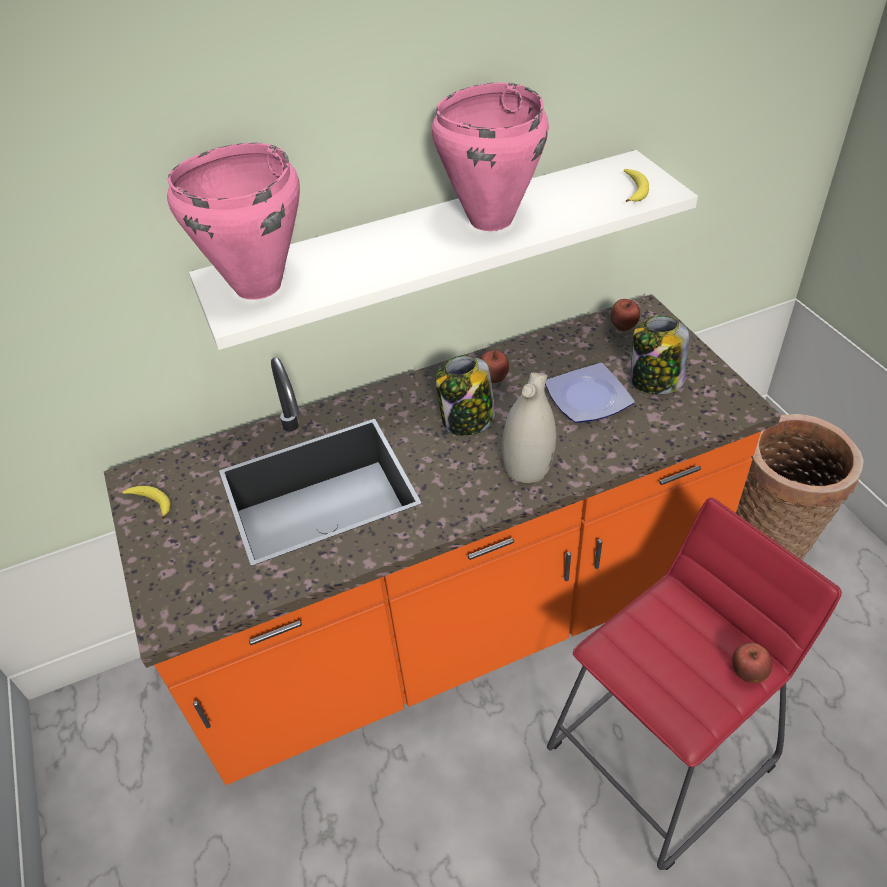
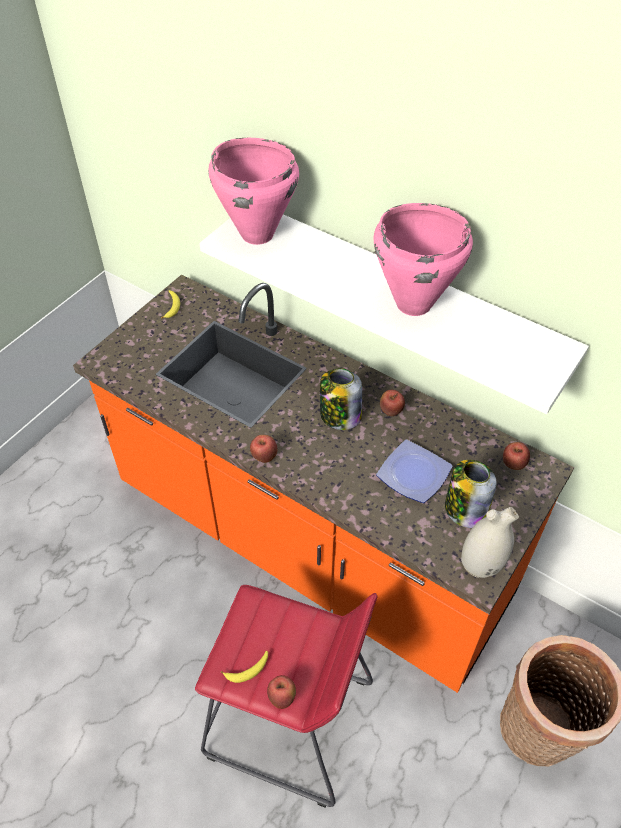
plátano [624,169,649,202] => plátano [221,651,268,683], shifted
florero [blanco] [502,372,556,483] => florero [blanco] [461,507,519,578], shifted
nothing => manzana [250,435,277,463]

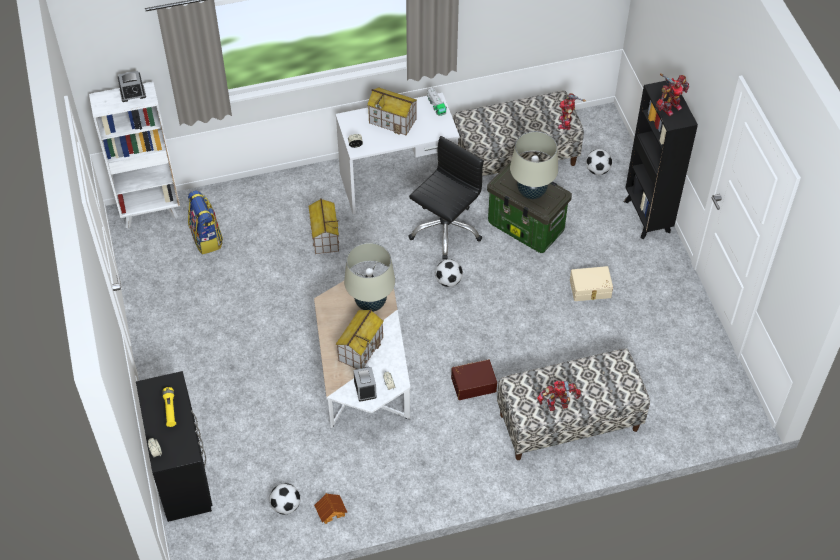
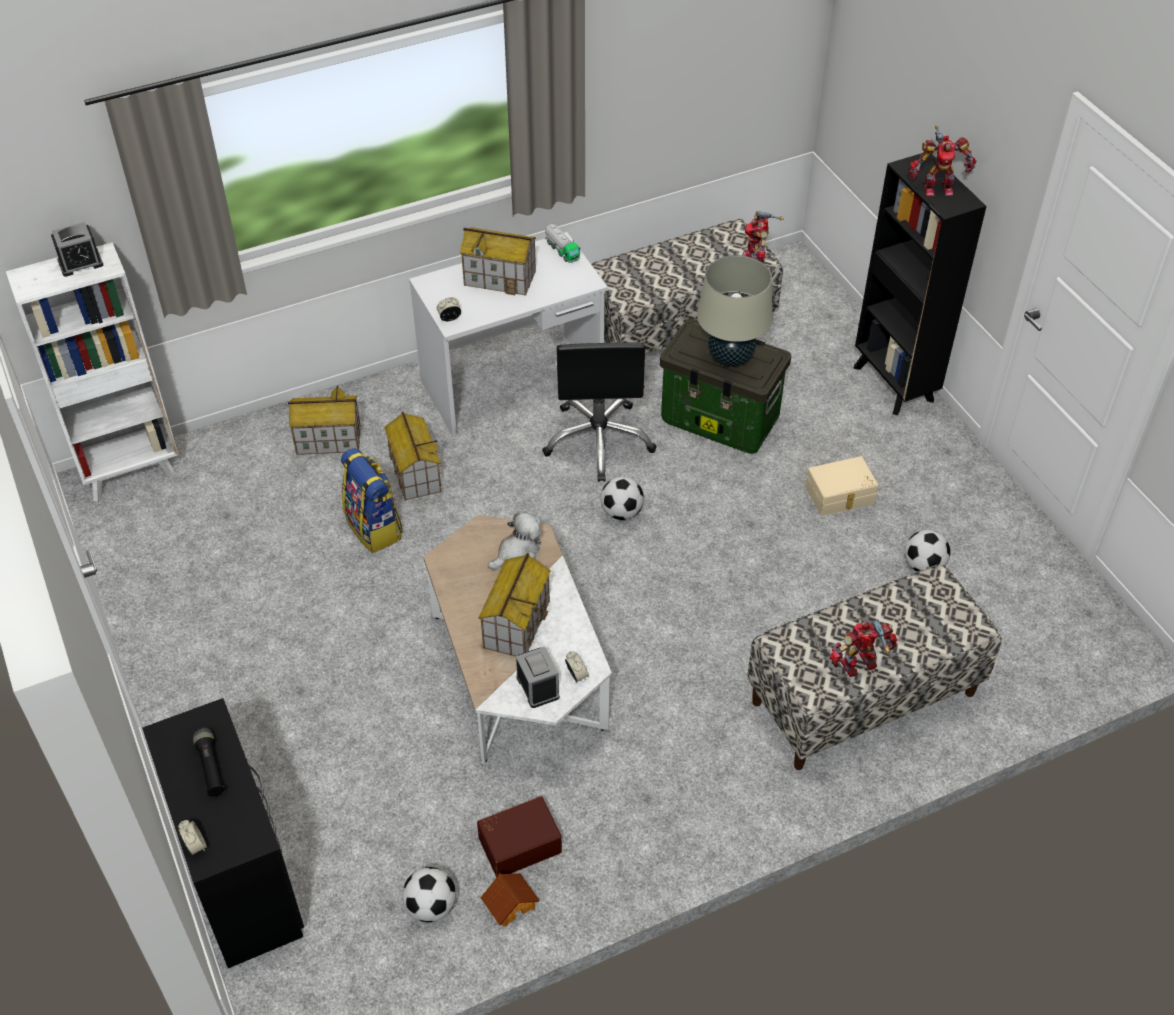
robot de juguete [656,73,689,116] => robot de juguete [909,125,976,197], 45 degrees clockwise
silla de oficina [negro] [408,136,484,260] => silla de oficina [negro] [542,342,657,482], 150 degrees clockwise
balón de fútbol [586,149,612,175] => balón de fútbol [905,530,950,572], shifted
mochila [188,190,223,255] => mochila [341,448,402,553], shifted
lámpara de mesa [beis] [344,242,395,312] => peluche [488,511,542,570]
caja de almacenaje [marrón] [451,359,497,400] => caja de almacenaje [marrón] [477,796,562,878], shifted
linterna [amarillo] [162,387,176,427] => linterna [negro] [193,727,226,797]
nothing => casita [288,385,361,455]

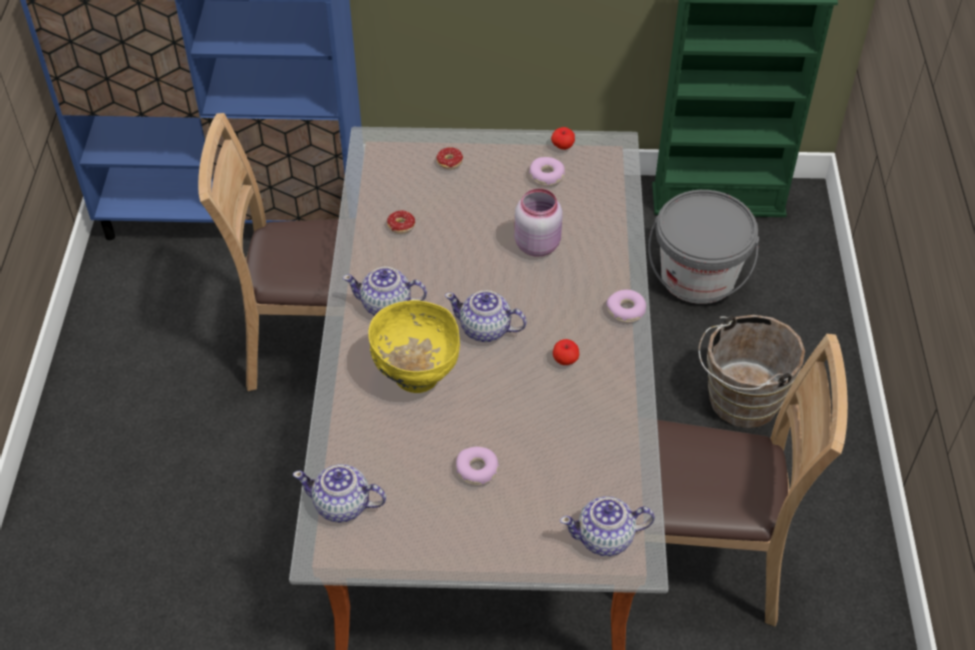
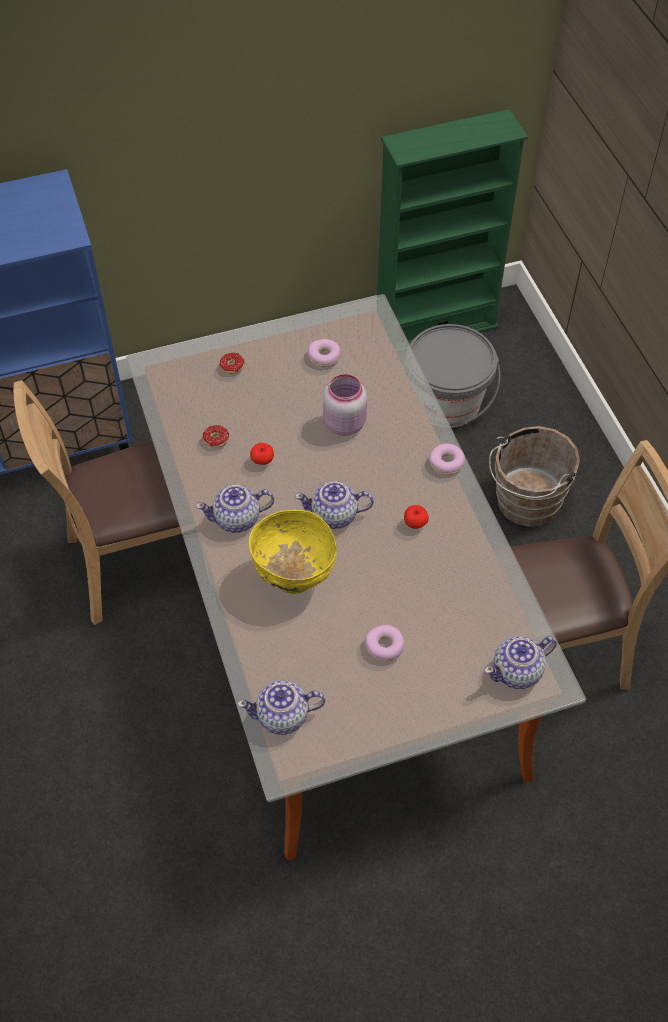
manzana [551,127,575,150] => manzana [250,443,274,465], shifted

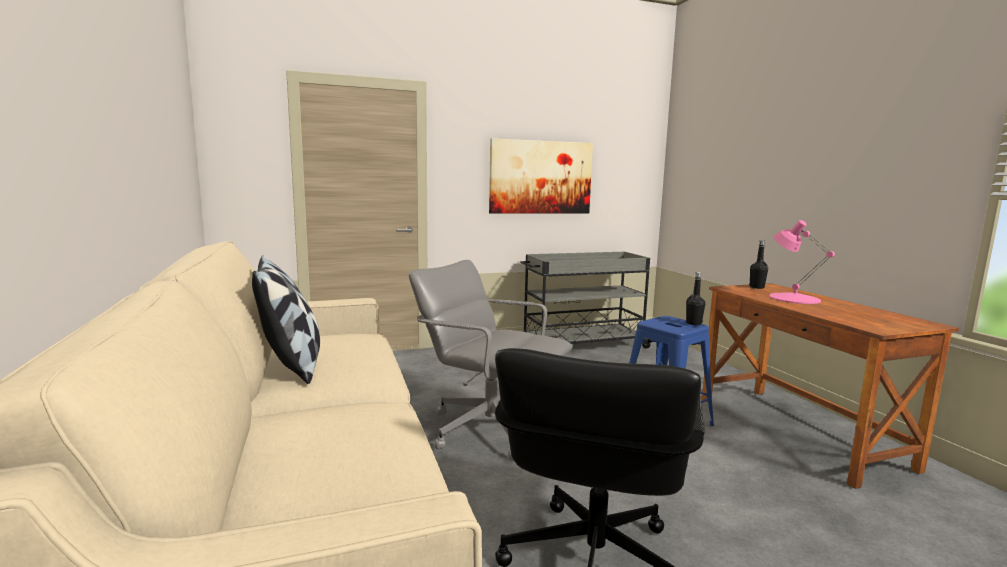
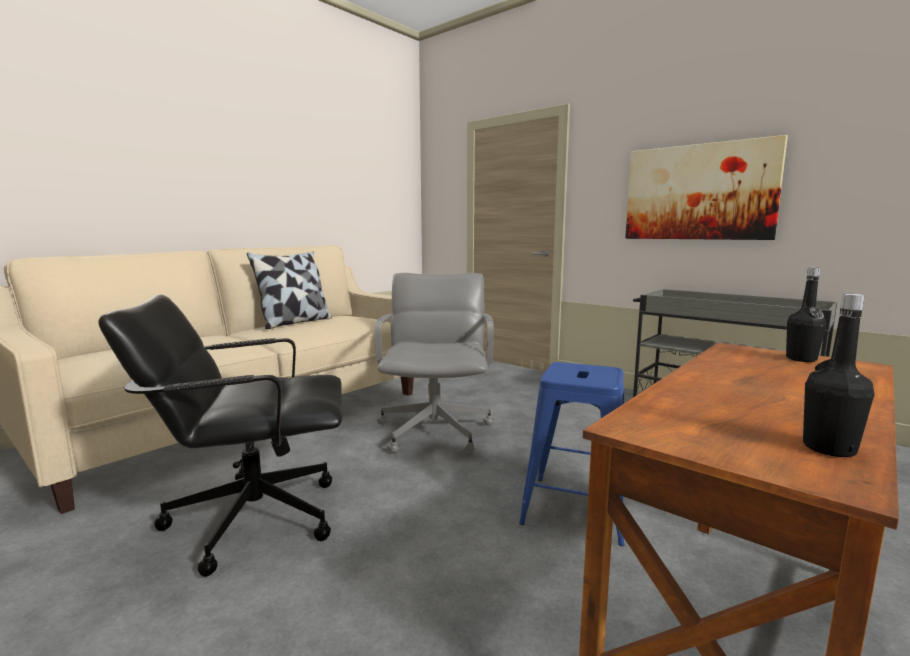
lámpara de mesa [rosa] [769,220,835,304] => nothing
botella [negro] [686,272,705,325] => botella [negro] [803,294,875,457], shifted

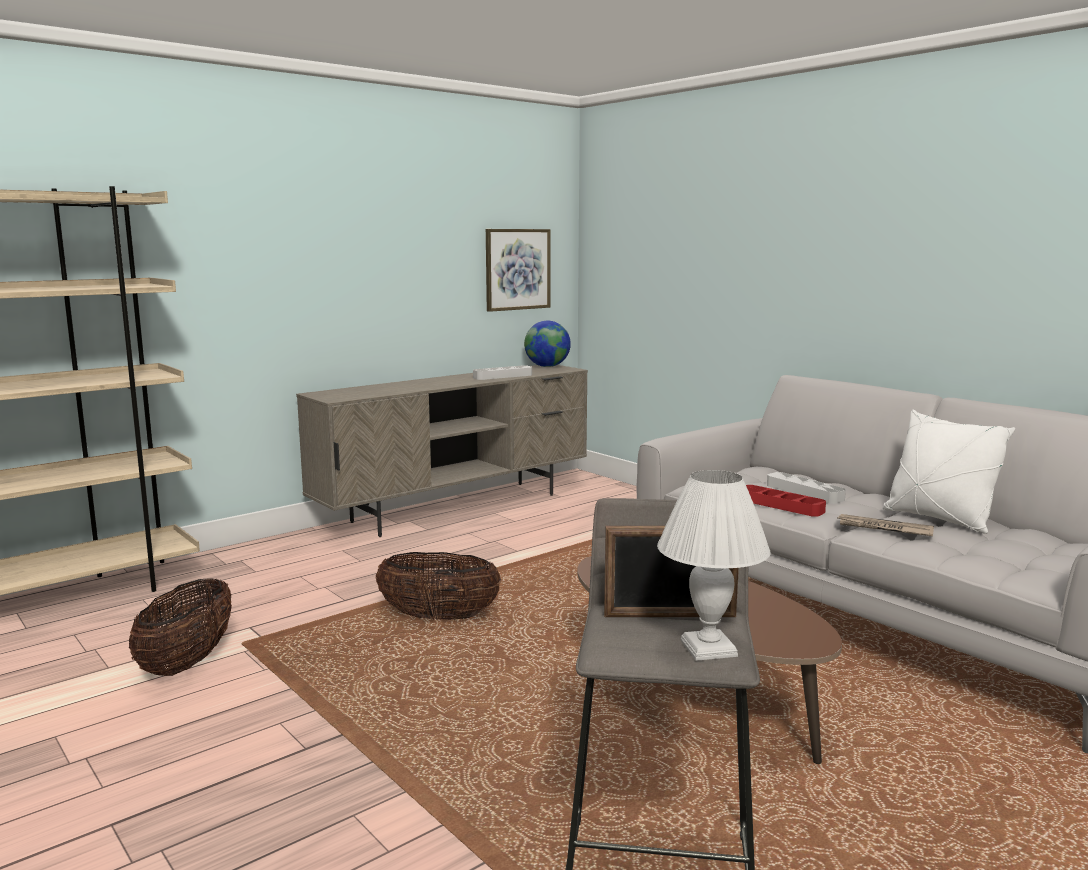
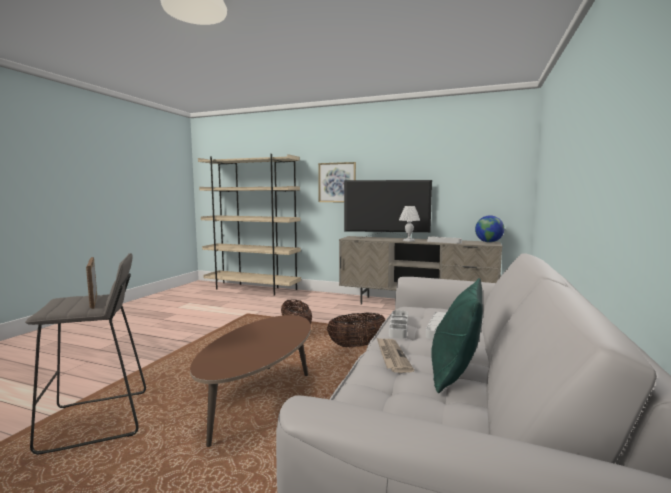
cuadro [486,229,551,312] => cuadro [318,162,356,202], shifted
cojín [blanco] [883,410,1015,534] => cojín [verde] [431,278,483,393]
lámpara de mesa [blanco] [657,470,770,661] => lámpara de mesa [blanco] [399,206,420,242], shifted
bandeja [rojo] [746,485,826,517] => bandeja [gris] [389,310,408,339]
cesta [129,578,232,676] => cesta [327,312,385,348], shifted
nothing => televisor [344,180,432,238]

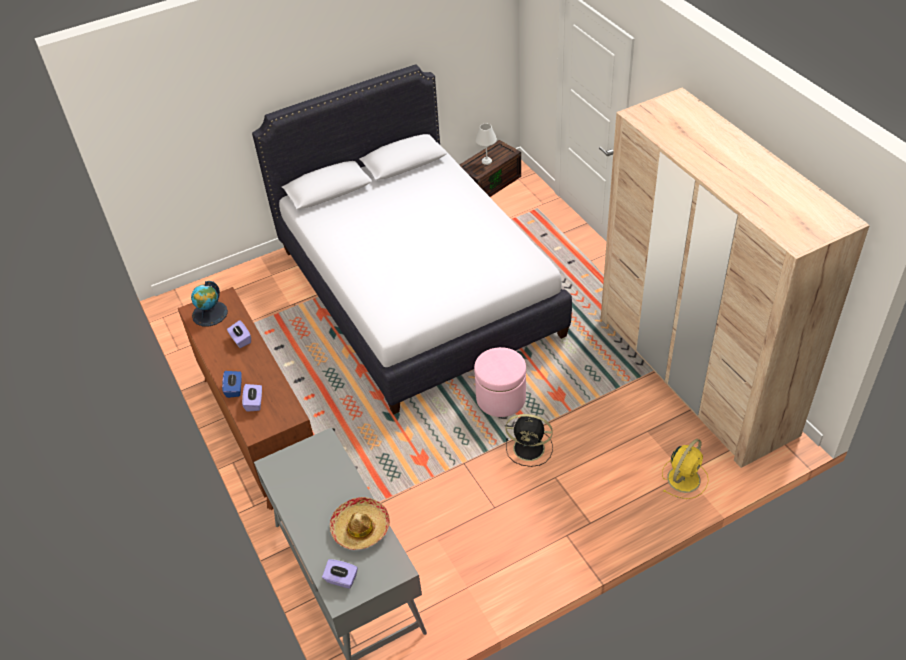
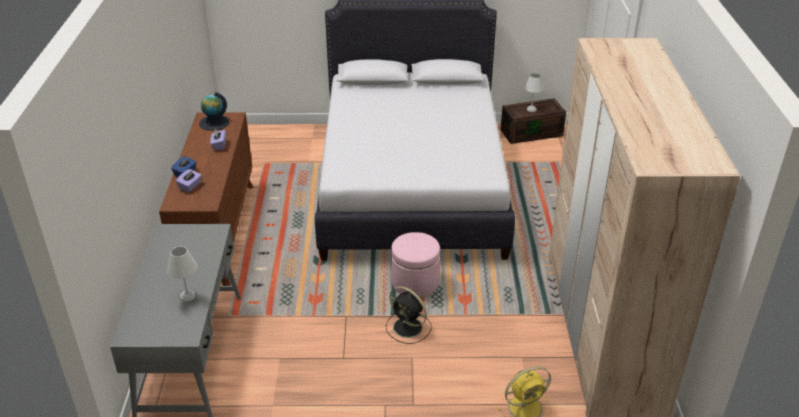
sombrero [330,497,390,550] => lámpara de mesa [blanco] [167,246,198,302]
caja de pañuelos [morado] [322,559,358,589] => nothing

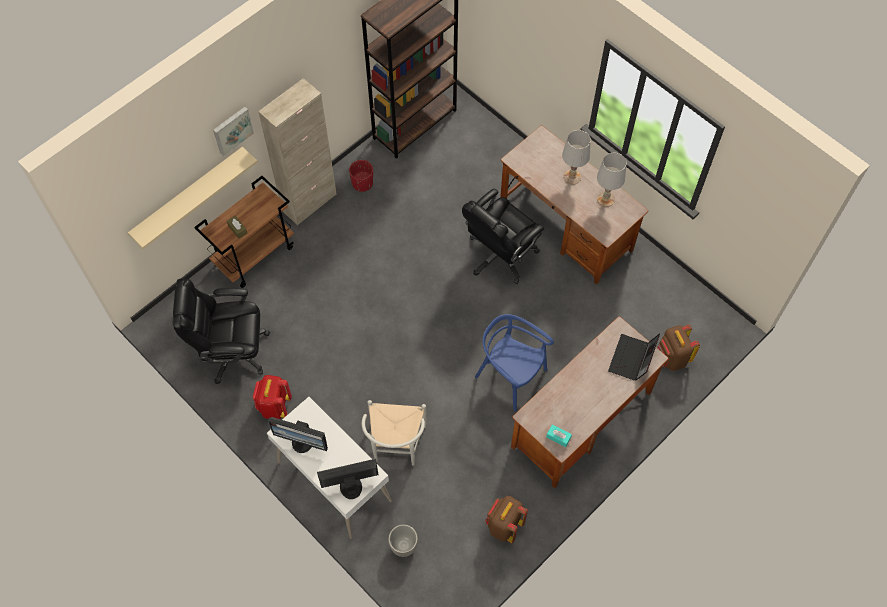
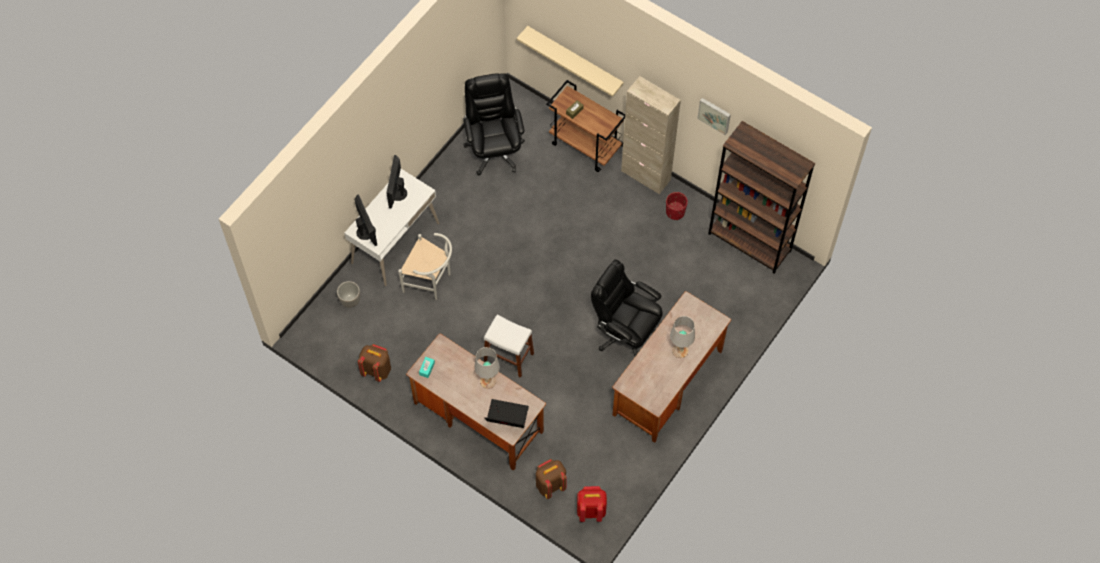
cuadro [213,107,254,156] => cuadro [697,98,731,135], shifted
lámpara de mesa [blanco] [597,153,627,207] => lámpara de mesa [blanco] [474,347,500,389], shifted
silla [azul] [475,314,554,411] => taburete [blanco] [484,315,534,378]
mochila [rojo] [252,375,292,419] => mochila [rojo] [577,486,607,522], shifted
silla [blanco] [362,400,426,466] => silla [blanco] [398,233,452,300], 150 degrees counterclockwise

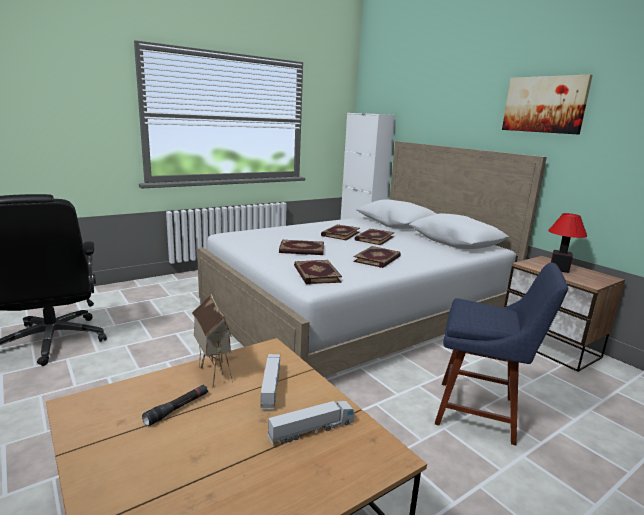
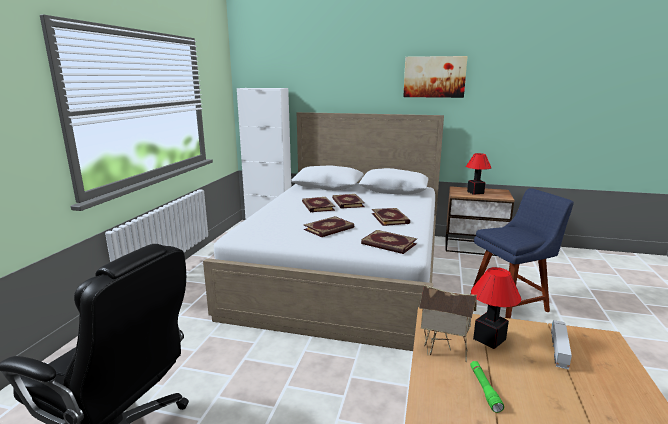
camión de juguete [260,354,280,409] => lámpara de mesa [471,267,521,349]
linterna [negro] [142,385,208,426] => linterna [verde] [470,361,504,413]

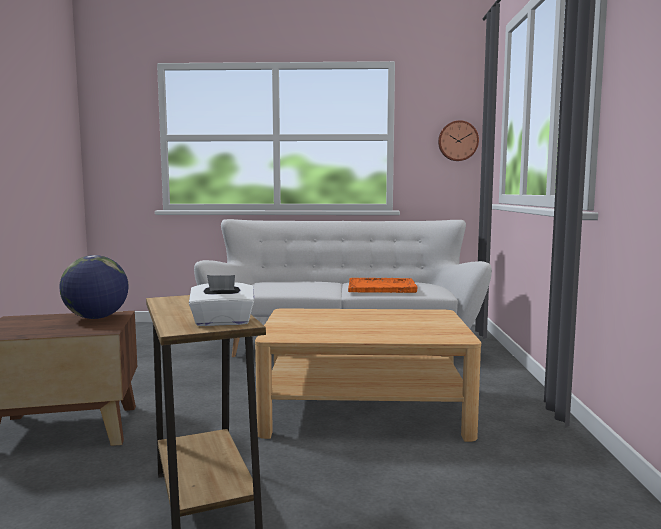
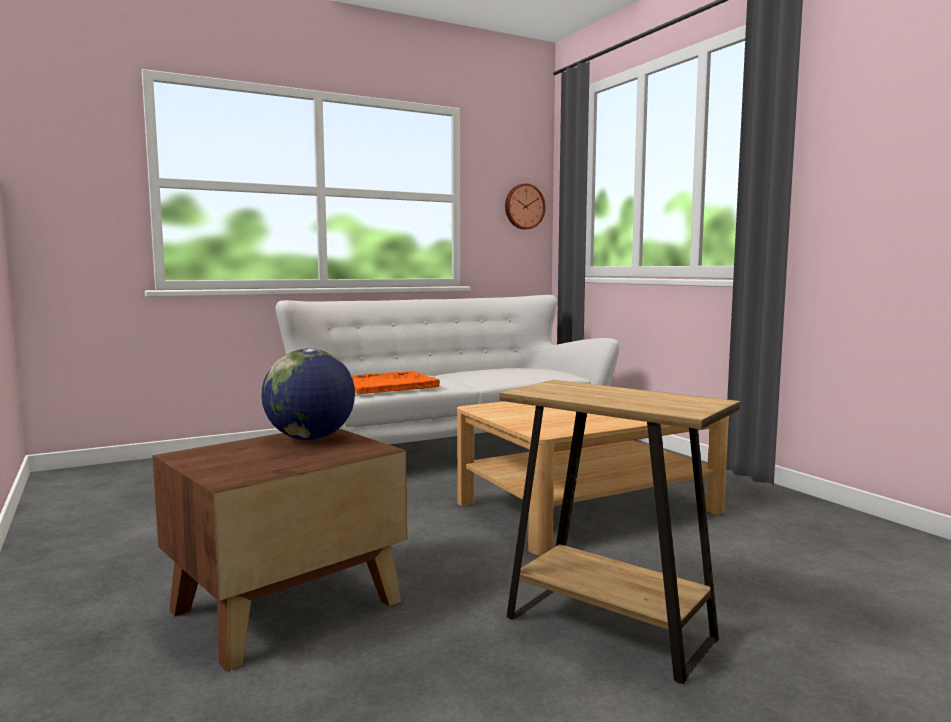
caja de pañuelos [blanco] [189,275,254,326] => nothing
bandeja [naranja] [348,278,418,293] => bandeja [naranja] [351,371,440,394], shifted

